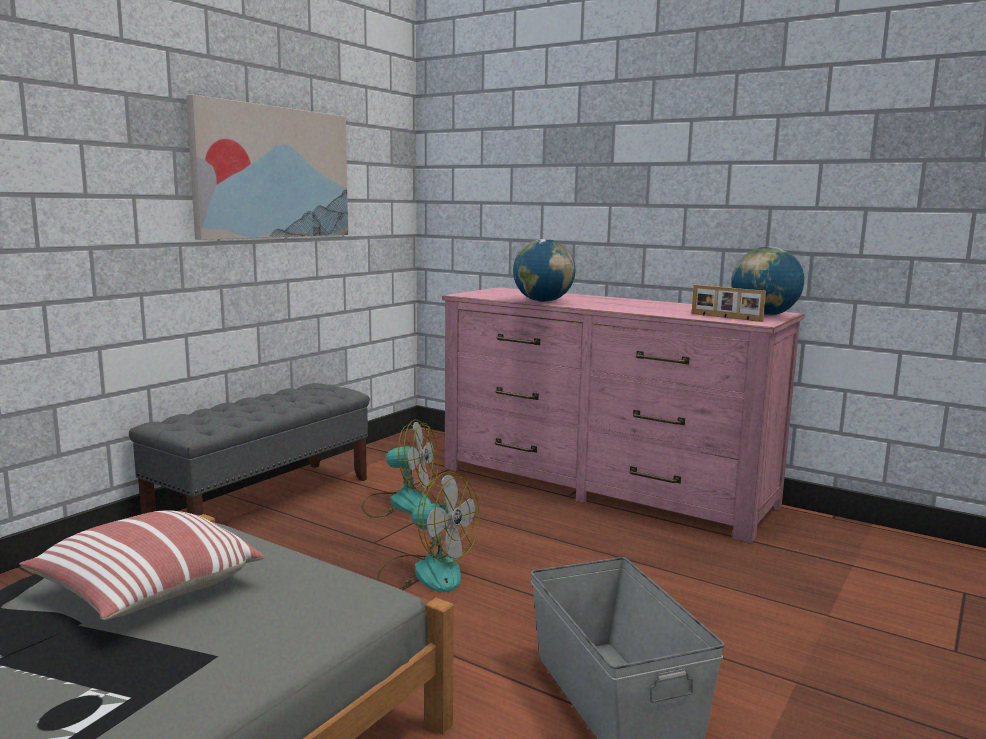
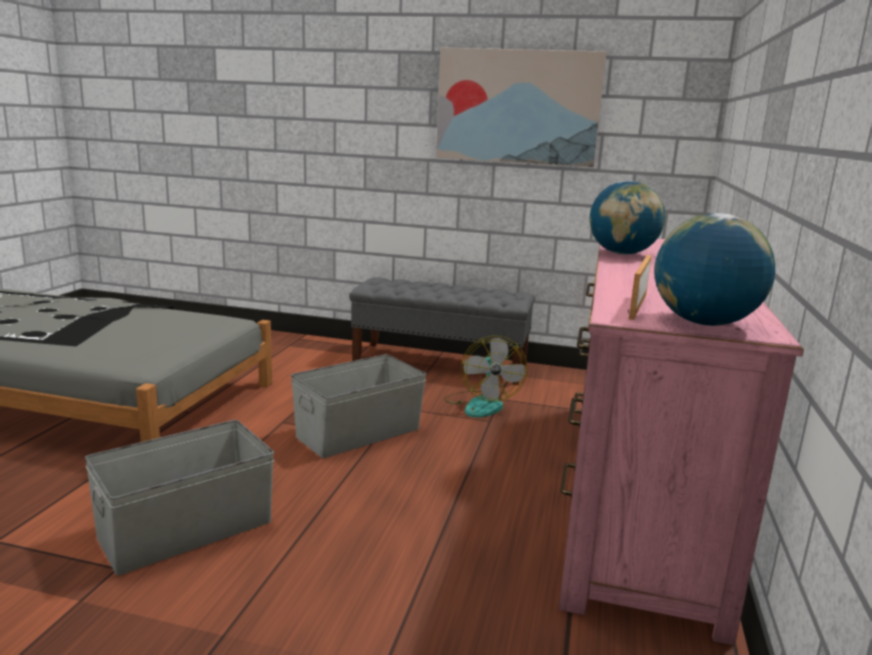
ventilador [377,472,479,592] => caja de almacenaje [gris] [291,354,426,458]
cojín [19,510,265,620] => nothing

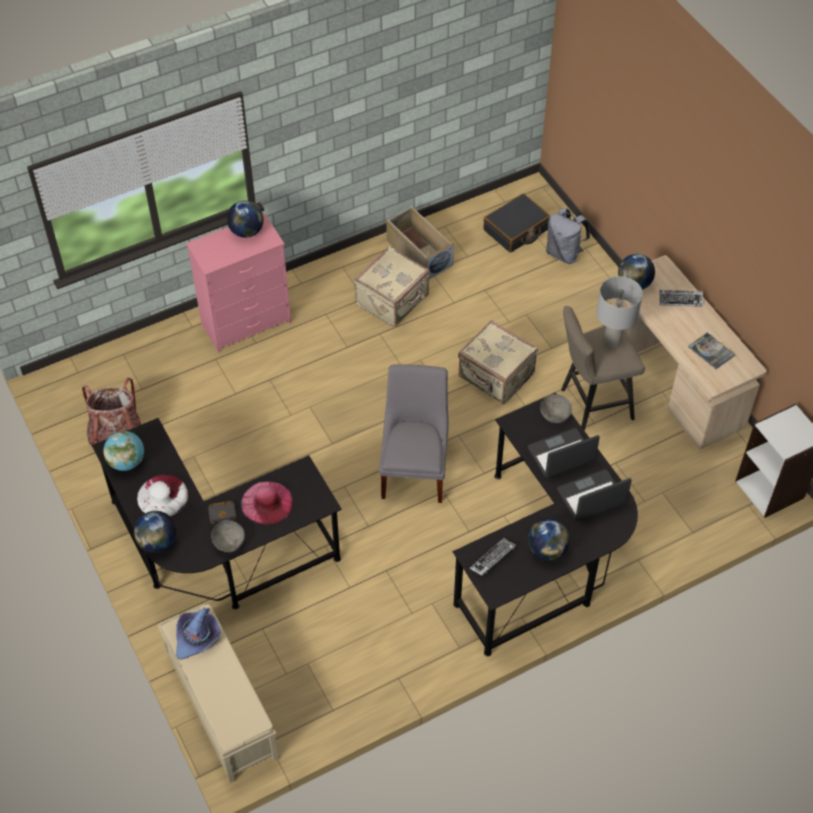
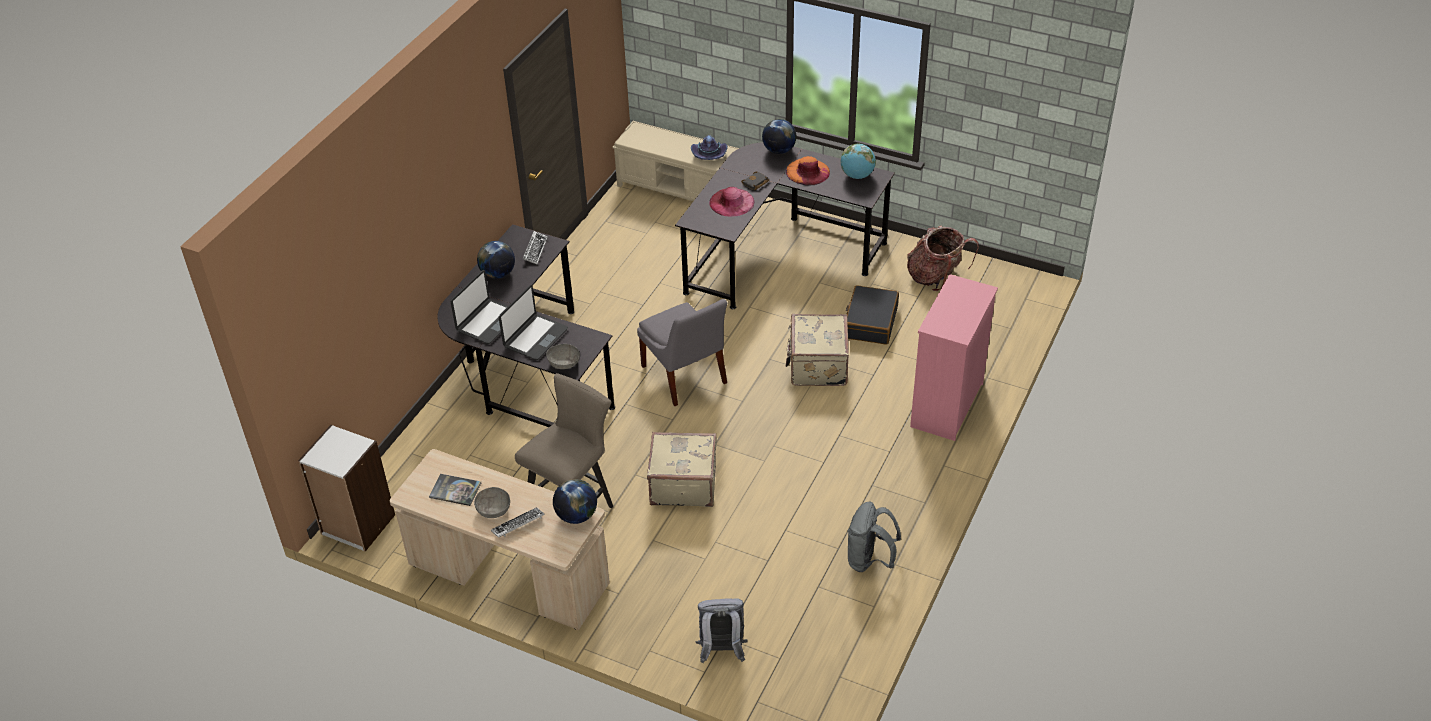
maleta [negro] [483,193,550,253] => maleta [negro] [846,285,899,345], shifted
globo terráqueo [227,201,264,238] => nothing
caja de almacenaje [beis] [386,206,454,279] => mochila [gris] [848,502,901,572]
maleta [beis] [354,246,430,327] => maleta [beis] [786,314,849,386], shifted
lámpara de mesa [gris] [597,276,643,348] => nothing
sombrero [blanco] [137,475,188,517] => sombrero [naranja] [786,156,830,186]
cuenco [gris] [211,520,245,552] => cuenco [gris] [474,487,510,518], shifted

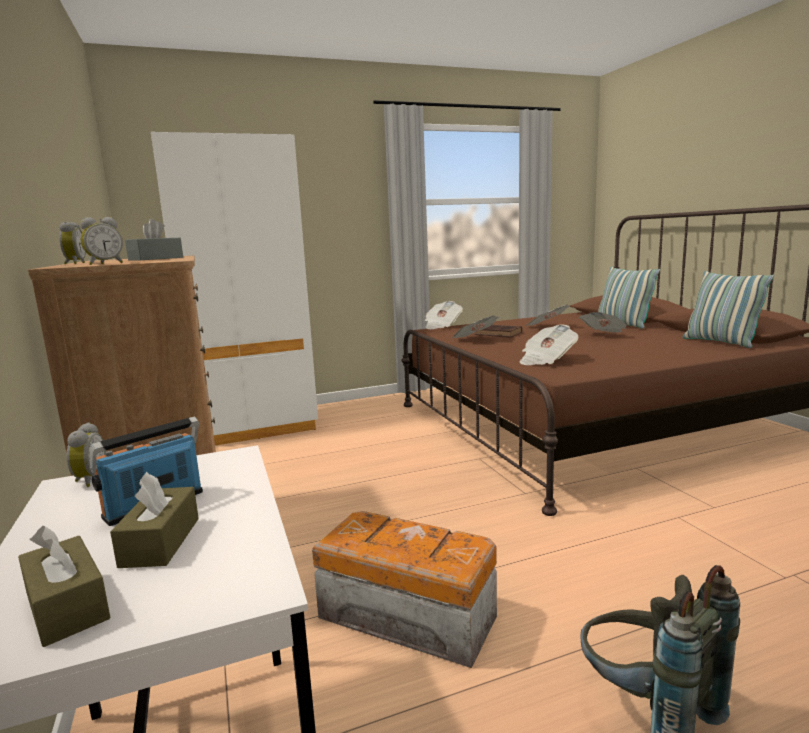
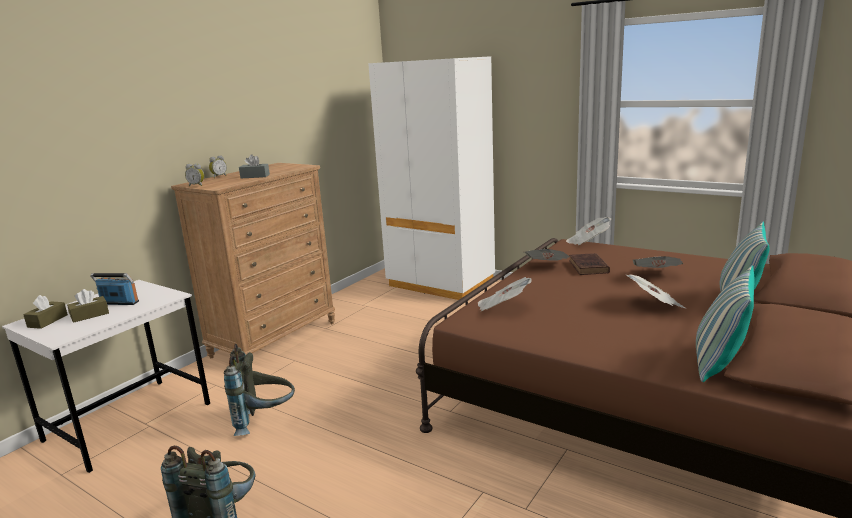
despertador [67,422,106,487] => nothing
caja de almacenaje [312,511,497,668] => mochila [gris] [224,344,295,436]

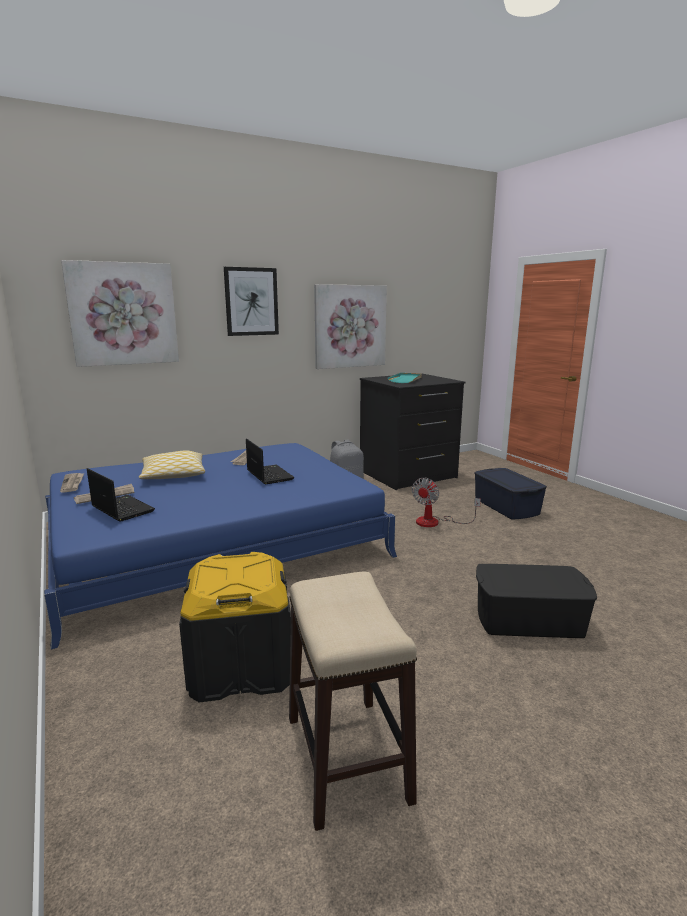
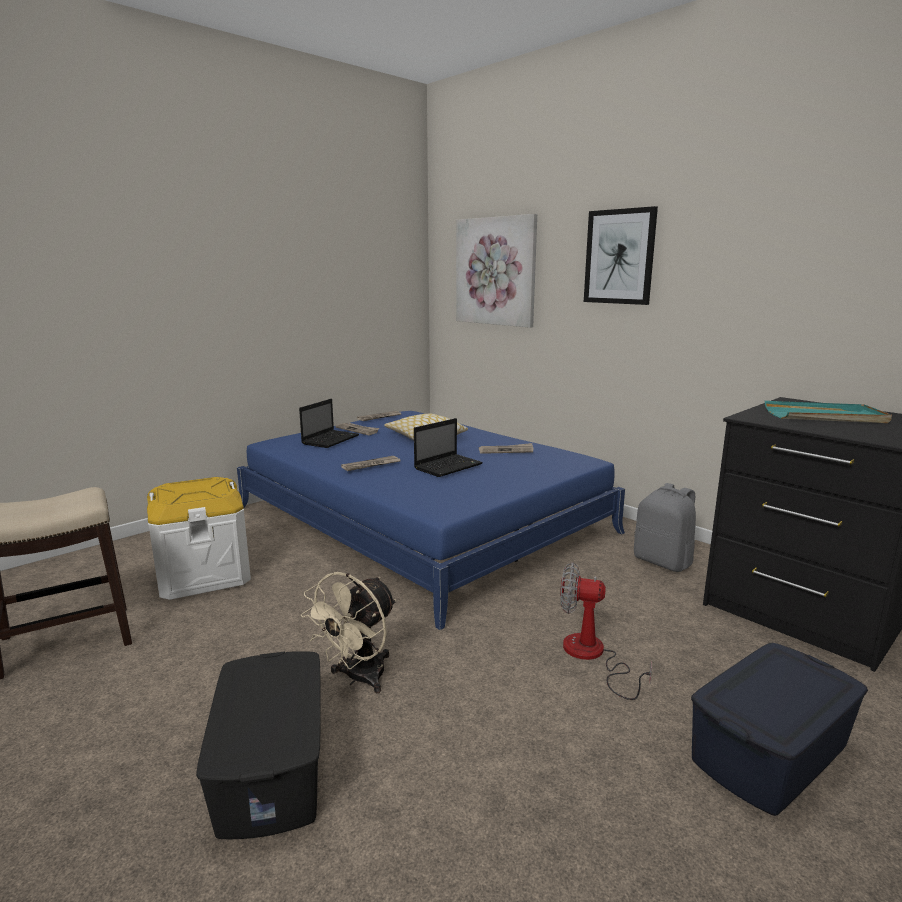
cuadro [314,284,387,369] => nothing
caja de almacenaje [negro] [179,552,291,703] => caja de almacenaje [blanco] [147,477,251,600]
nothing => periódico [341,456,400,471]
nothing => ventilador [beis] [301,572,396,694]

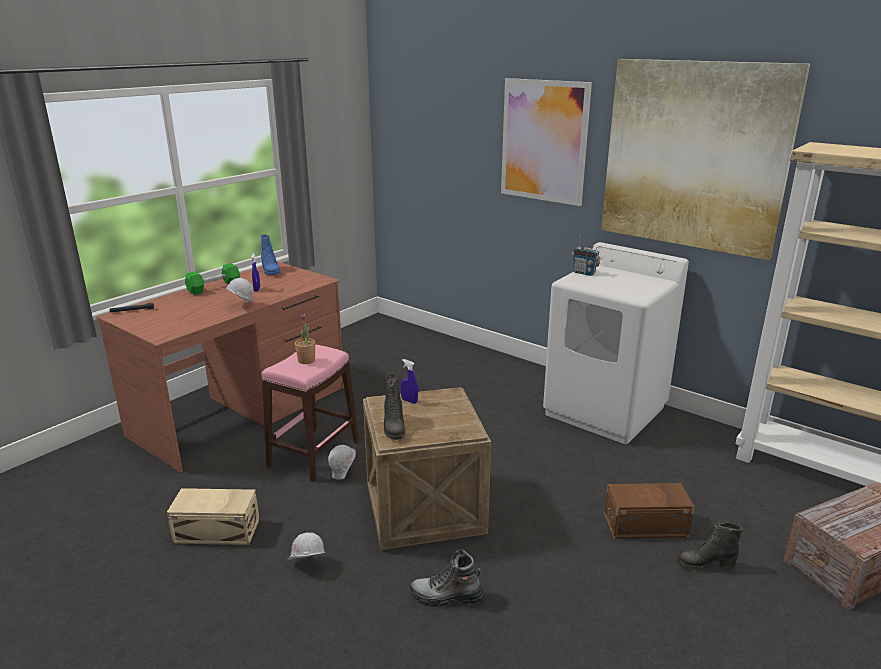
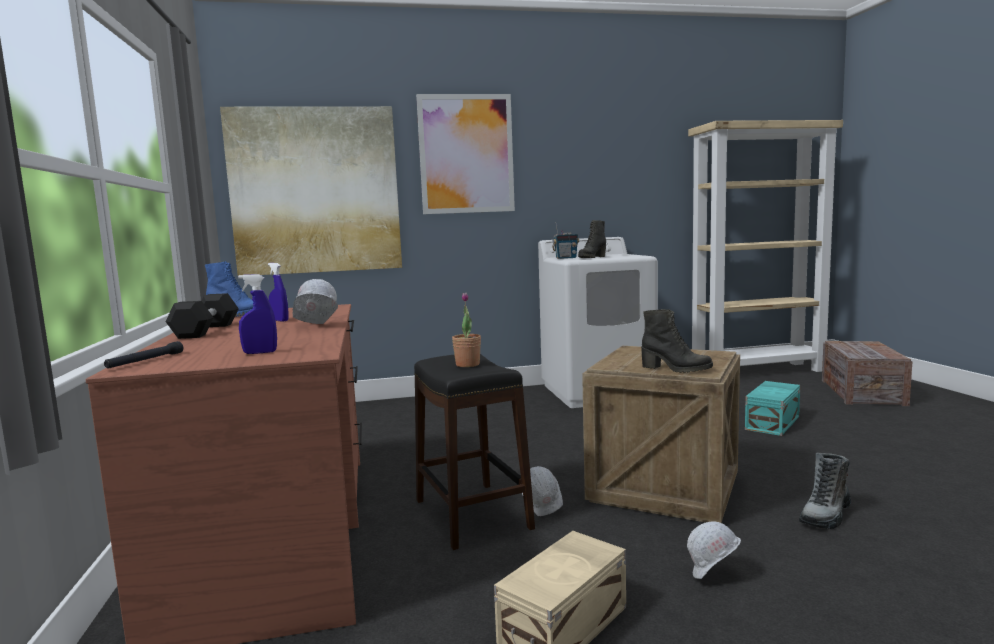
cuadro [601,59,810,260] => cuadro [220,106,402,275], shifted
mancuerna [verde] [185,263,240,295] => mancuerna [negro] [166,293,239,339]
taburete [rosa] [262,344,359,482] => taburete [negro] [414,354,535,550]
pulverizador [azul] [401,359,418,404] => pulverizador [azul] [238,274,277,354], shifted
caja de almacenaje [marrón] [604,483,695,539] => caja de almacenaje [turquesa] [745,381,800,436]
bota [negro] [677,523,743,571] => bota [negro] [578,220,606,258], shifted

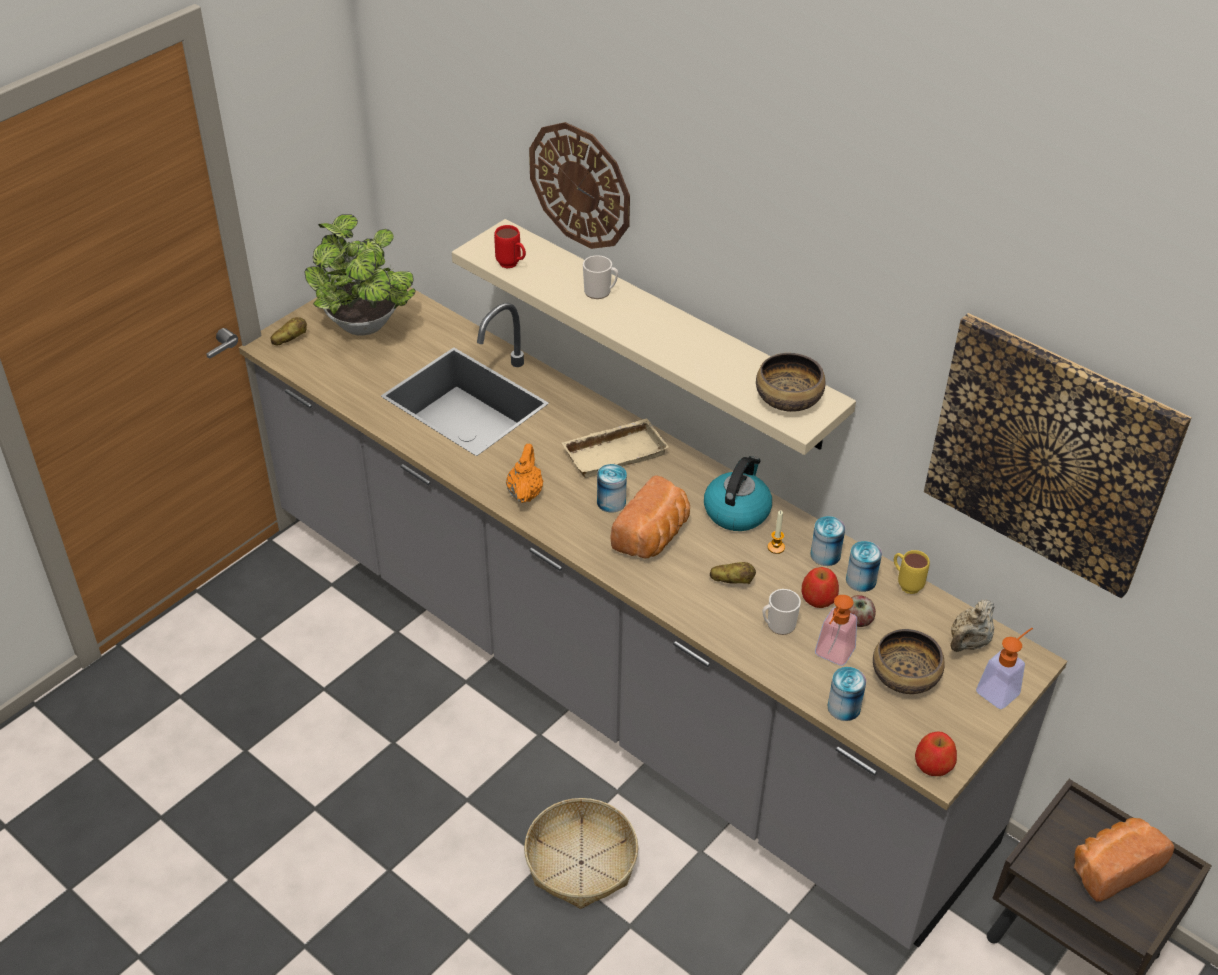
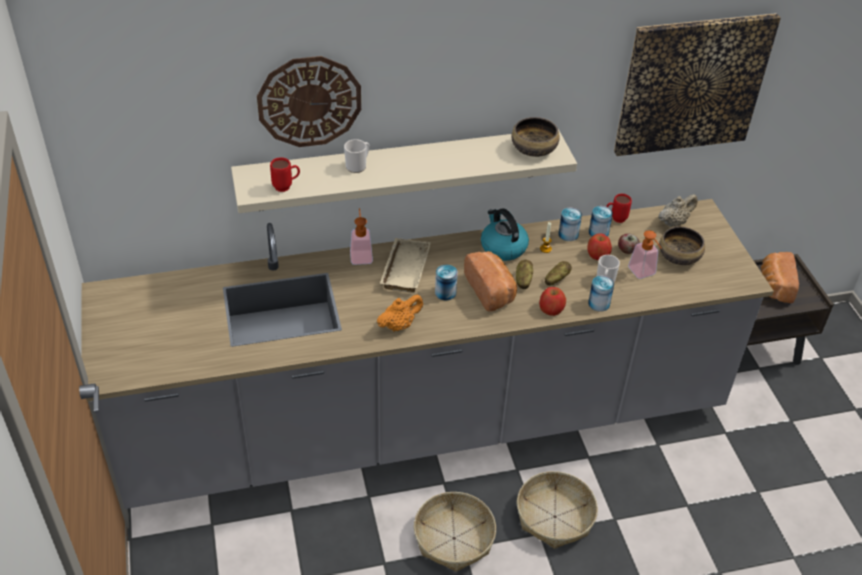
planta en maceta [305,214,416,336] => nothing
patata [270,317,307,345] => patata [516,260,533,289], shifted
tetera [naranja] [506,444,543,503] => tetera [naranja] [377,294,423,331], 105 degrees clockwise
taza grande [amarillo] [894,550,930,594] => taza grande [rojo] [606,194,632,223]
tetera [beis] [950,599,994,652] => tetera [beis] [658,194,698,227], 105 degrees counterclockwise
dispensador de jabón [976,628,1033,709] => dispensador de jabón [350,208,373,265], shifted
lata [828,667,866,721] => lata [588,276,614,312], shifted
manzana [915,731,957,776] => manzana [539,287,566,316], shifted
nothing => cesta [414,492,496,572]

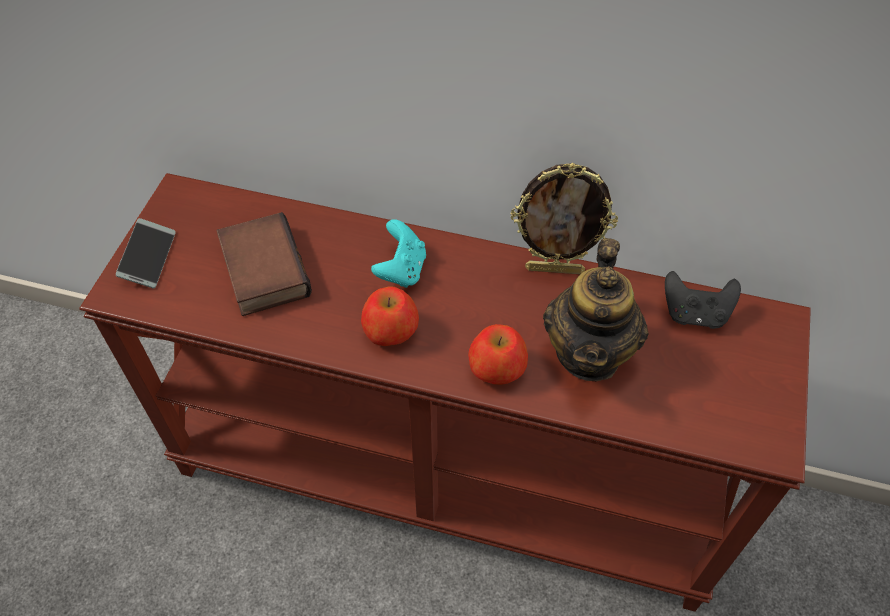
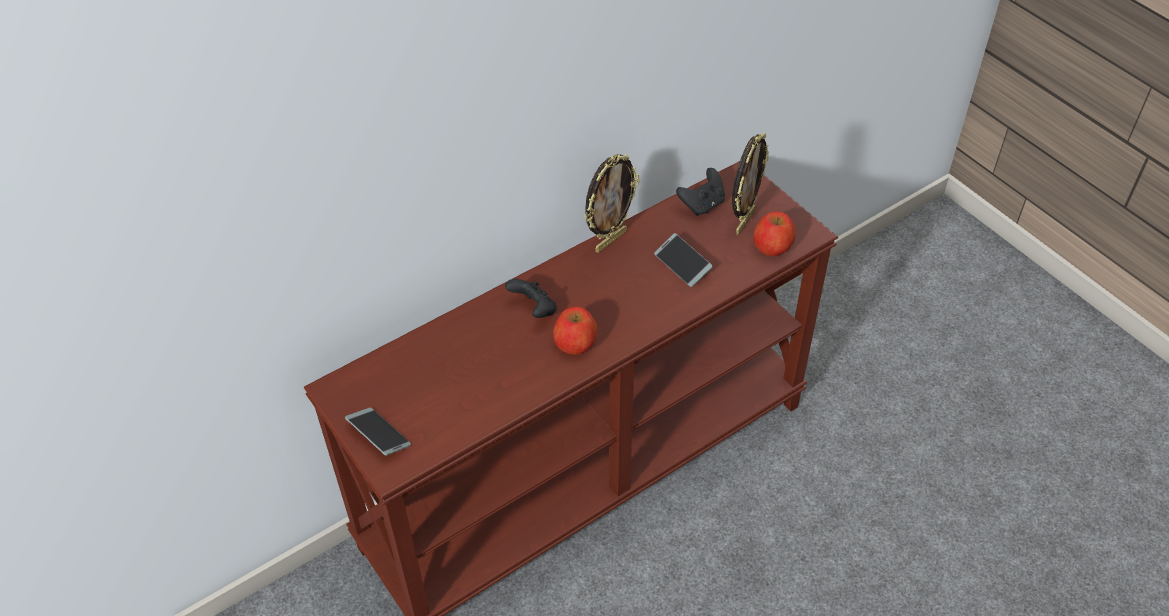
libro [216,212,312,316] => nothing
mando de consola [turquesa] [371,219,426,288] => mando de consola [negro] [505,279,557,318]
tetera [543,238,649,381] => móvil [654,233,713,287]
manzana [468,324,528,385] => manzana [753,212,796,256], shifted
nothing => portarretratos [732,133,769,235]

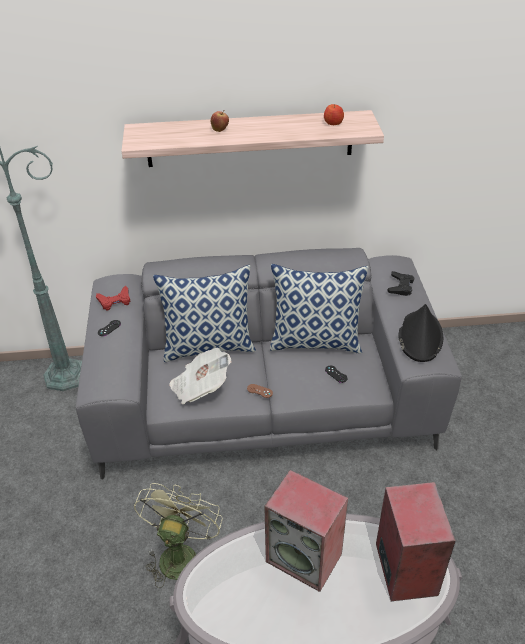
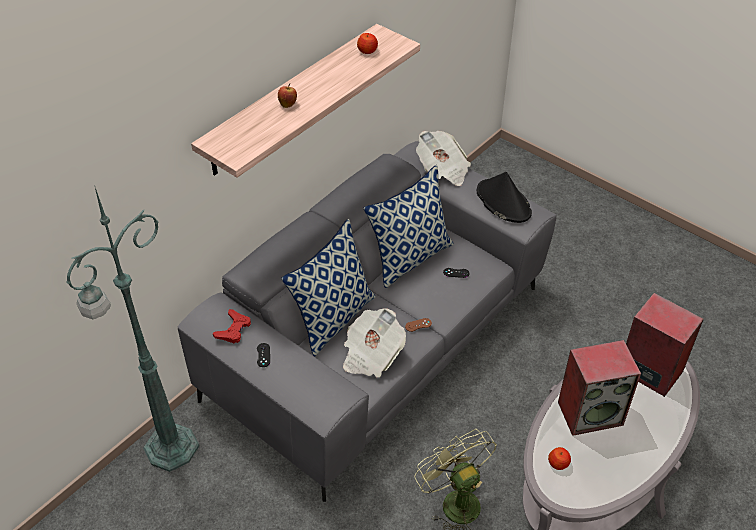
mando de consola [negro] [387,271,414,296] => periódico [416,131,471,186]
nothing => manzana [548,447,571,470]

